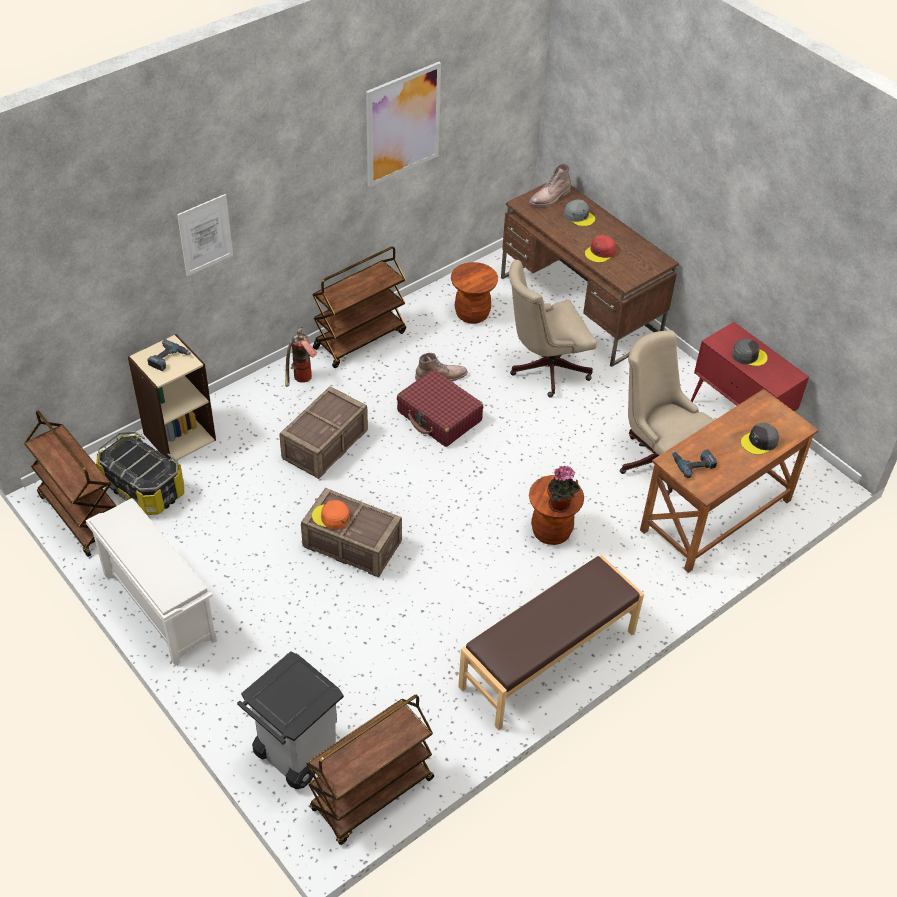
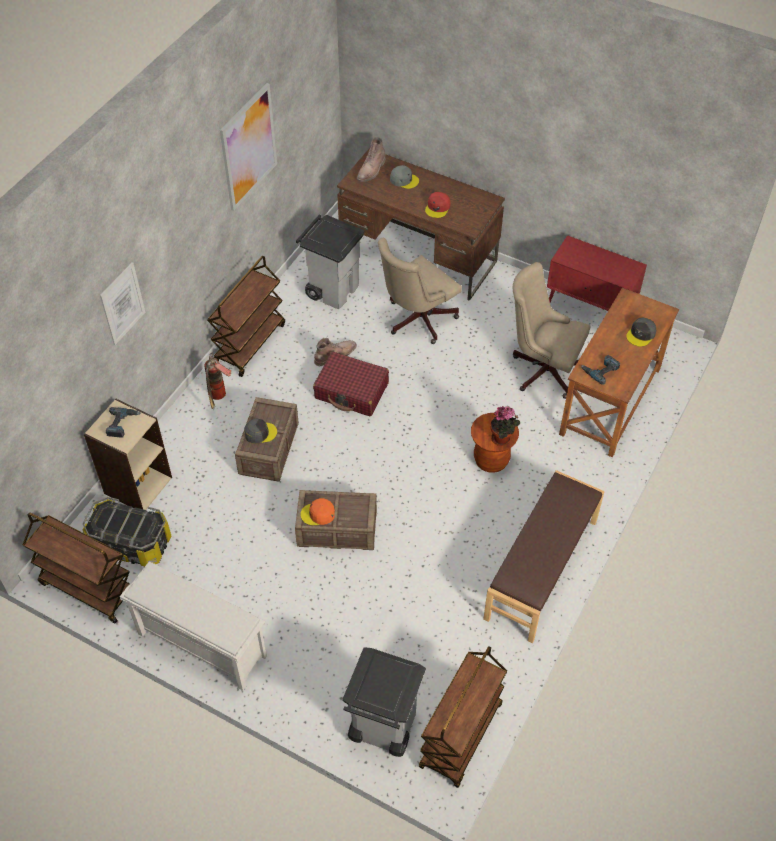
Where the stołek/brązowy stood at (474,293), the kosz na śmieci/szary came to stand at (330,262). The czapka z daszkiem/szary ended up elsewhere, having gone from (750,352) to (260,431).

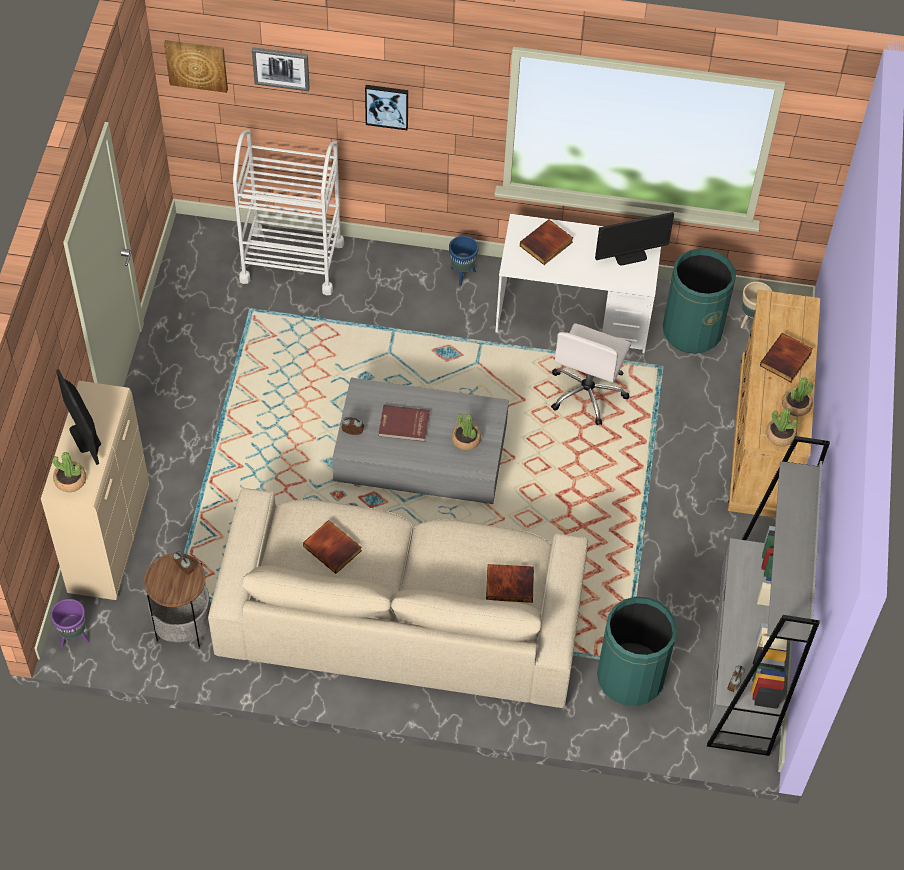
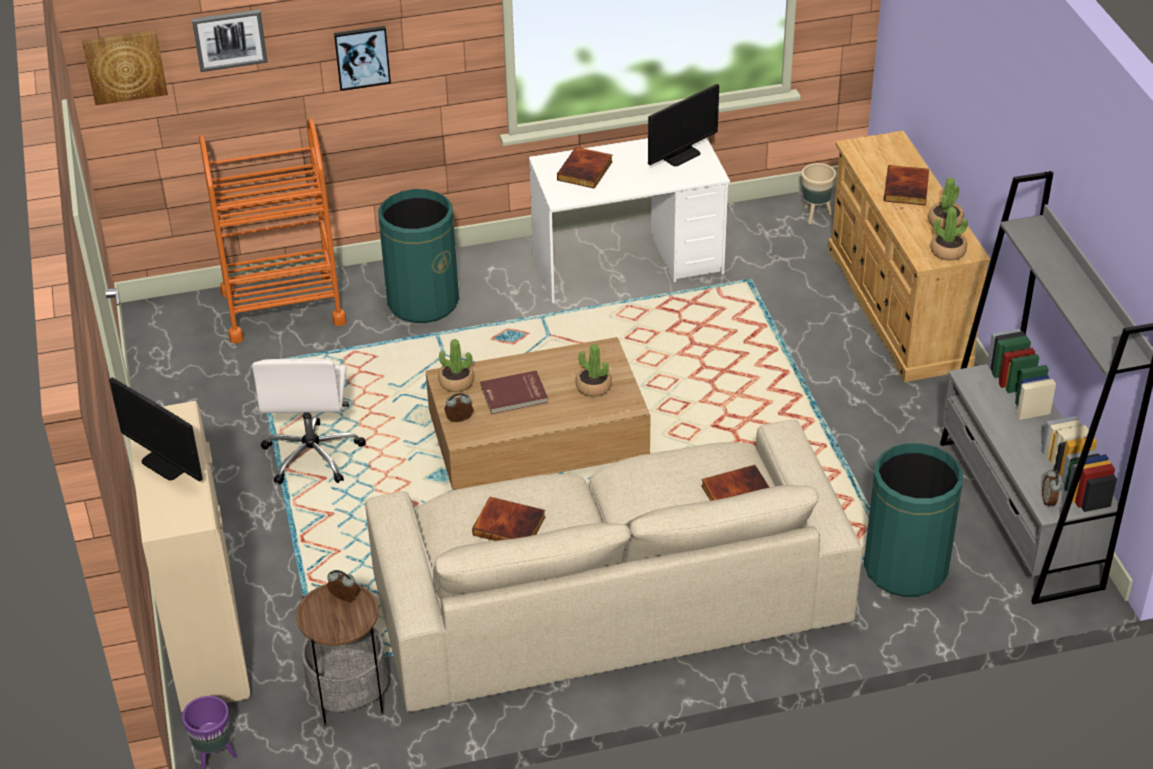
The roślina doniczkowa ended up elsewhere, having gone from (69,472) to (456,365). What was the wózek/biały at (288,212) turned into the wózek/pomarańczowy at (273,230). What was the ława/szary at (420,441) turned into the ława/brązowy at (538,413). The second view lost the donica/niebieski at (464,261). The krzesło biurowe/biały ended up elsewhere, having gone from (591,374) to (309,421). The kosz na śmieci/zielony ended up elsewhere, having gone from (699,301) to (418,256).

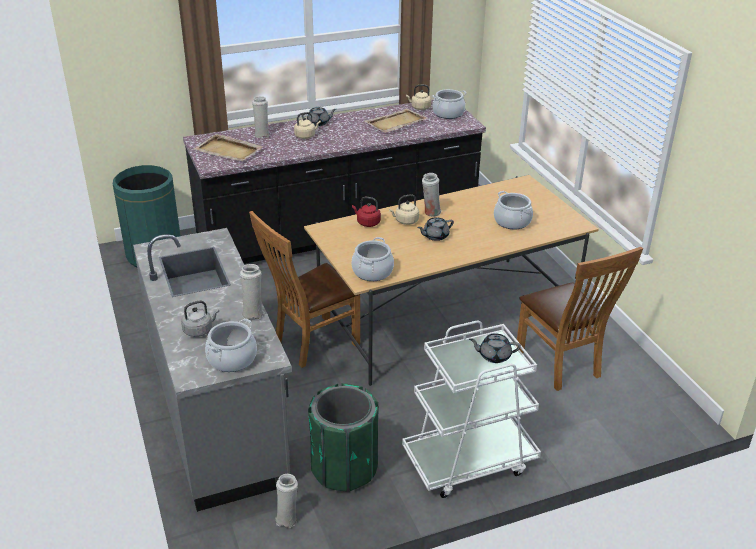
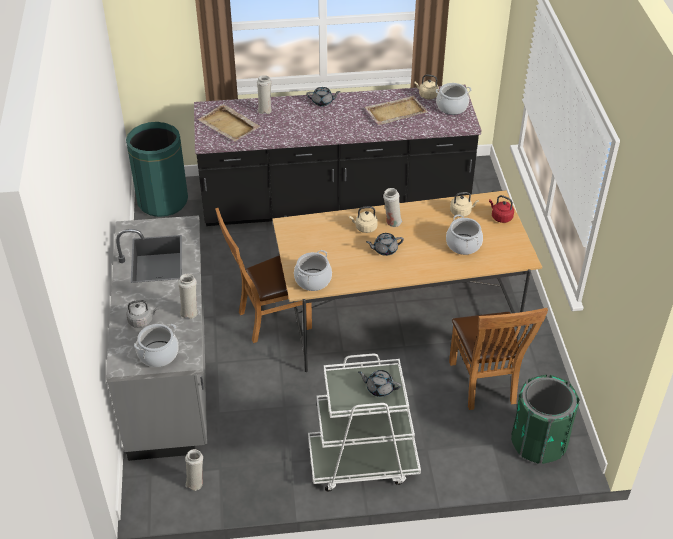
The czajnik/beżowy ended up elsewhere, having gone from (307,125) to (464,204). The kosz na śmieci/zielony ended up elsewhere, having gone from (343,437) to (545,419). The czajnik/czerwony ended up elsewhere, having gone from (366,212) to (501,209).

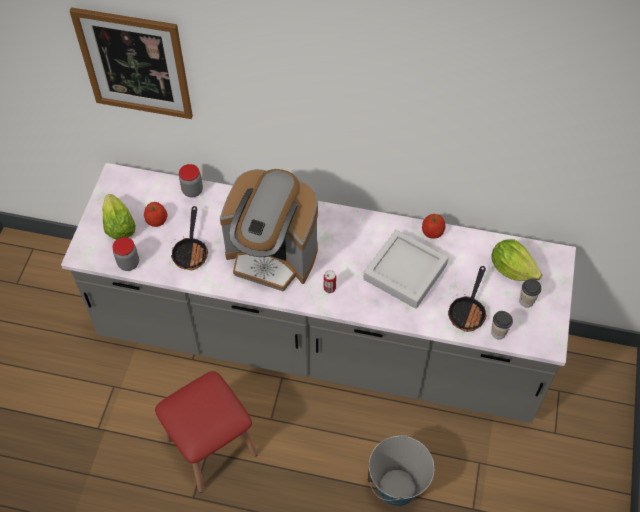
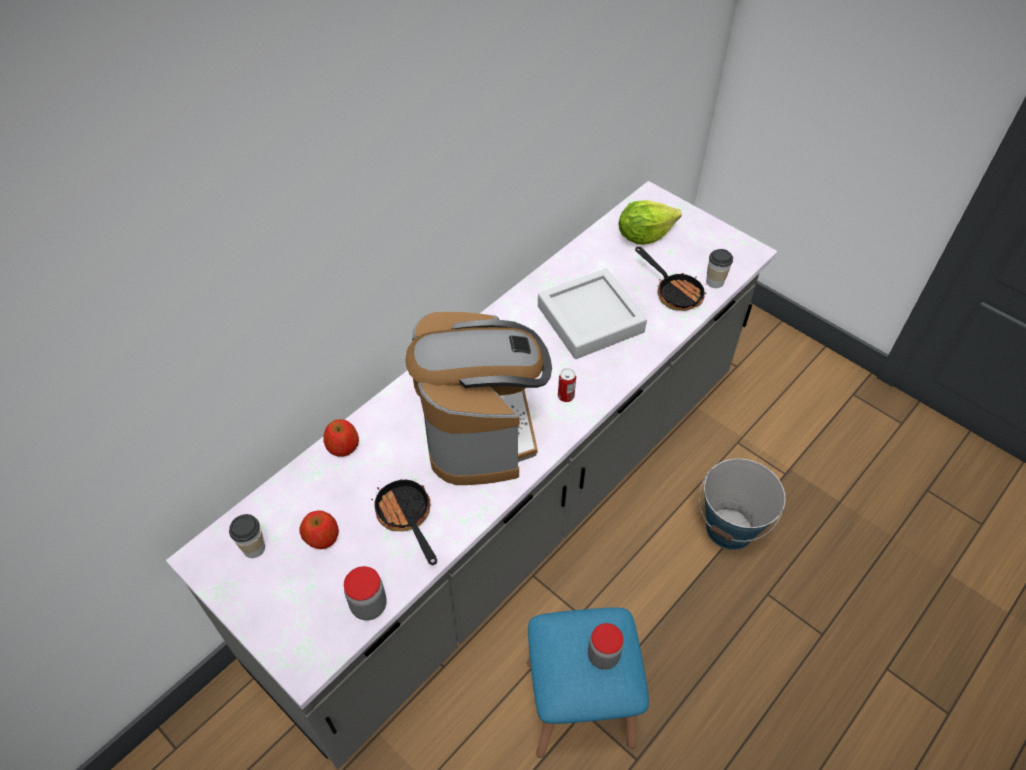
The second view lost the obraz at (131,63). The second view lost the sałata at (119,217). What was the stołek/czerwony at (206,432) turned into the stołek/niebieski at (588,682). The patelnia at (189,238) ended up facing another way, 150 degrees counterclockwise from before. The słoik ended up elsewhere, having gone from (191,180) to (605,646). The ekspres do kawy at (269,230) ended up facing another way, 60 degrees counterclockwise from before. The jabłko ended up elsewhere, having gone from (433,226) to (341,438). The filiżanka ended up elsewhere, having gone from (530,293) to (247,536).

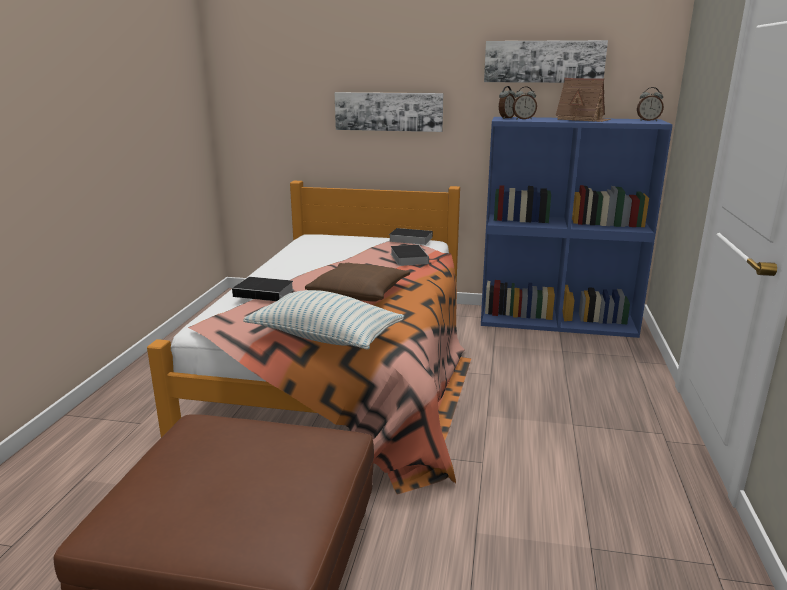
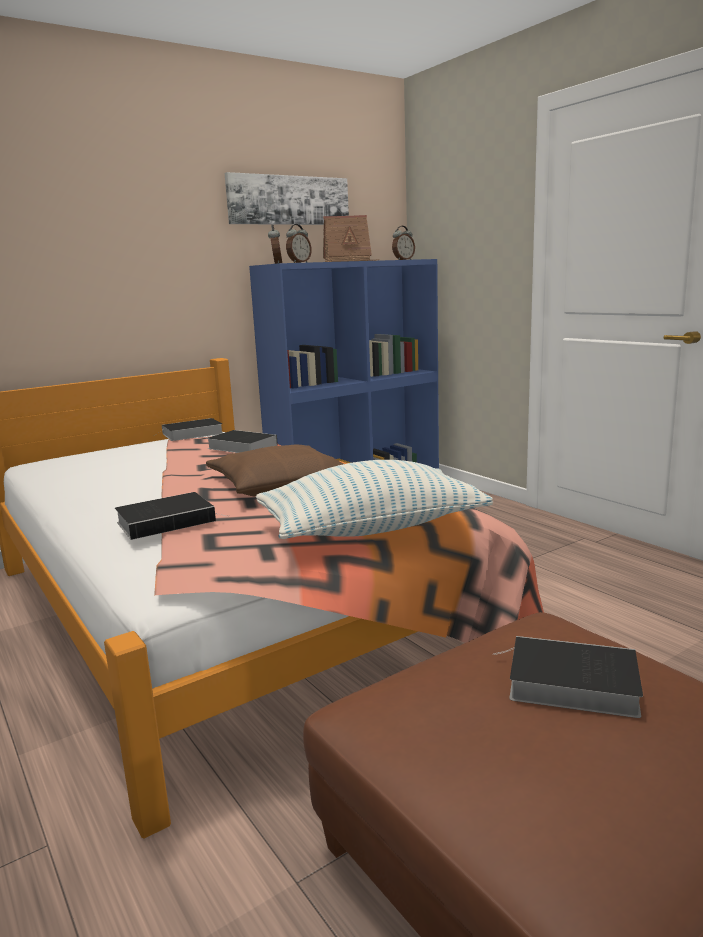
The second view lost the obraz at (389,112). The second view gained the książka at (568,677).

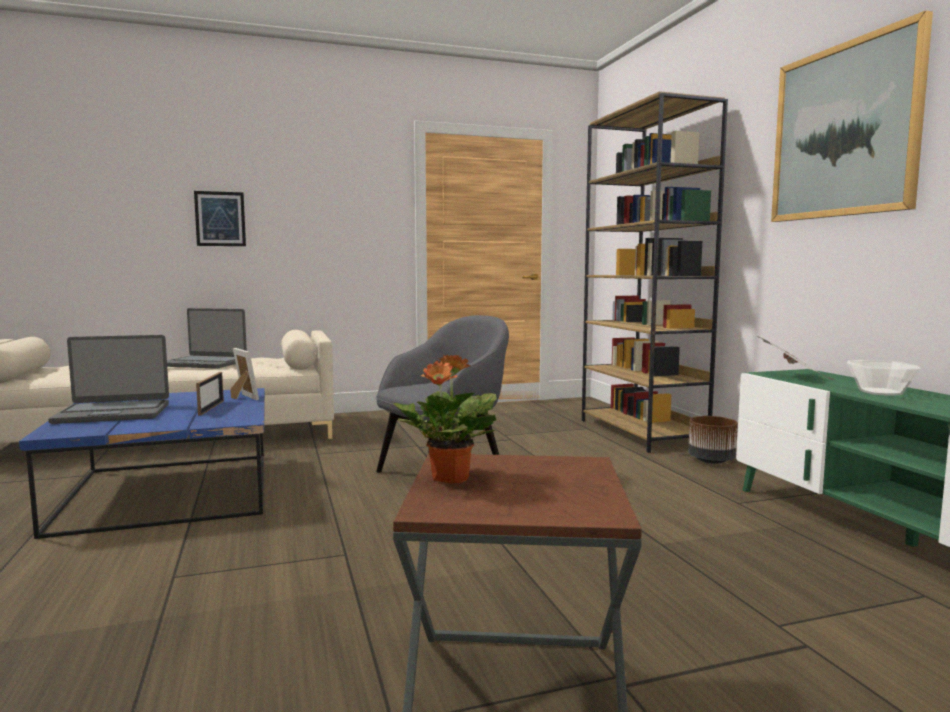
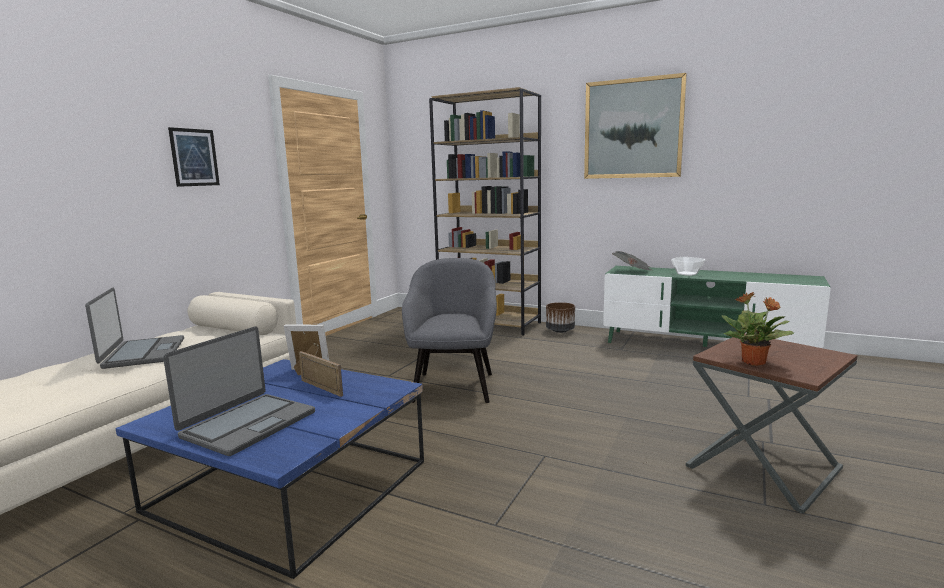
The laptop at (207,338) ended up facing another way, 75 degrees counterclockwise from before. The obraz ended up elsewhere, having gone from (220,218) to (194,157).

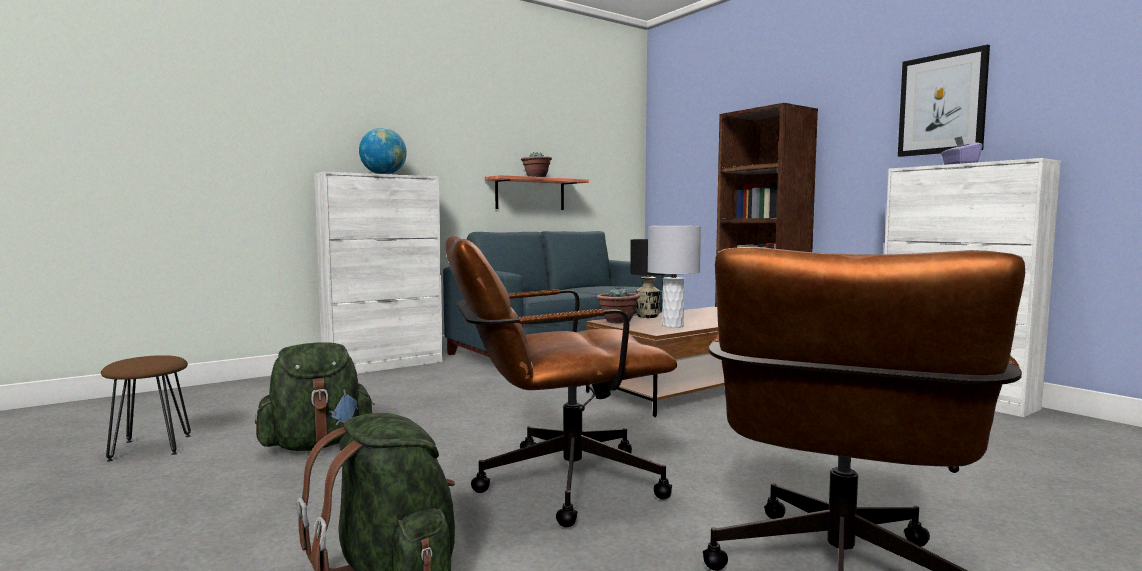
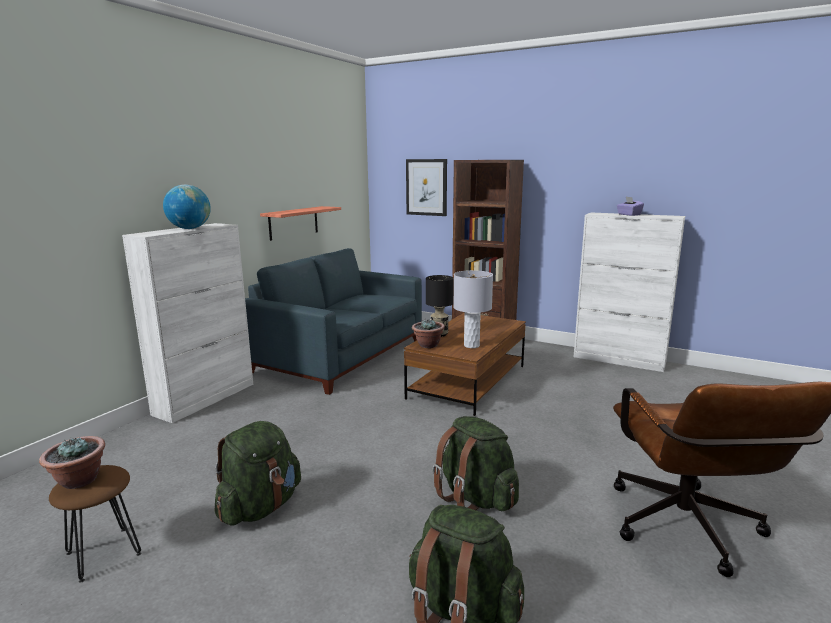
Where the krzesło biurowe/brązowy stood at (561,381), the plecak/zielony came to stand at (476,463). The roślina doniczkowa ended up elsewhere, having gone from (536,164) to (72,462). The obraz ended up elsewhere, having gone from (944,101) to (426,187).

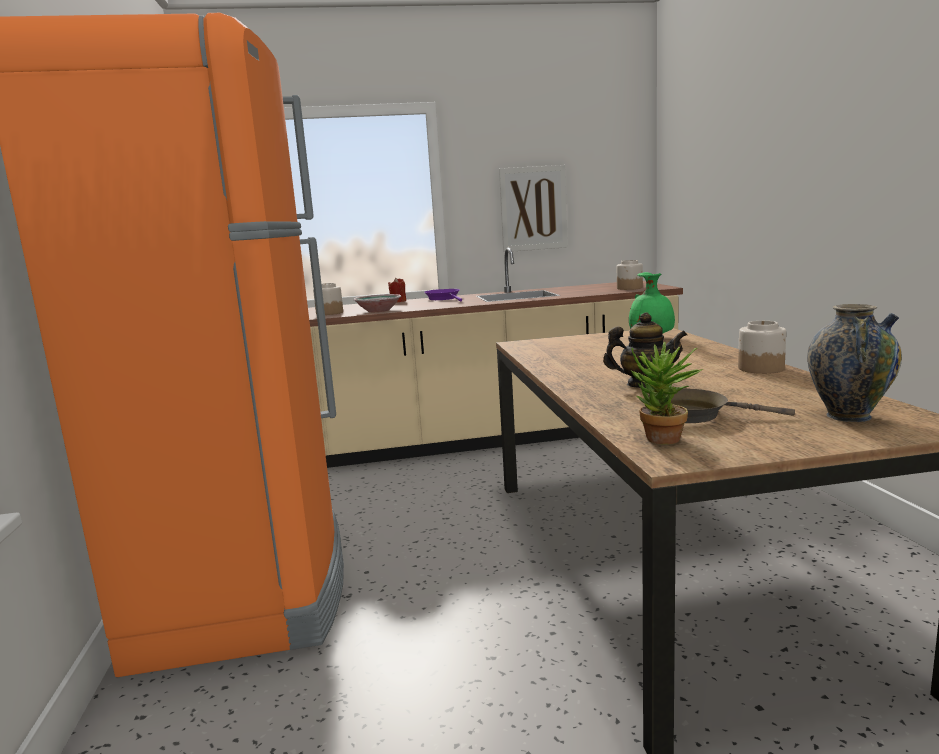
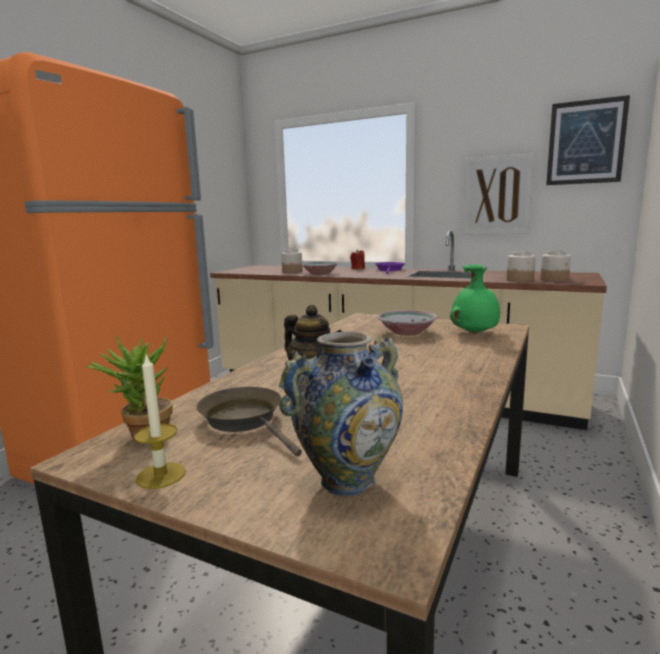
The słoik ended up elsewhere, having gone from (762,347) to (521,266). The second view gained the świeca at (160,421). The second view gained the miska at (407,323). The second view gained the obraz at (588,140).

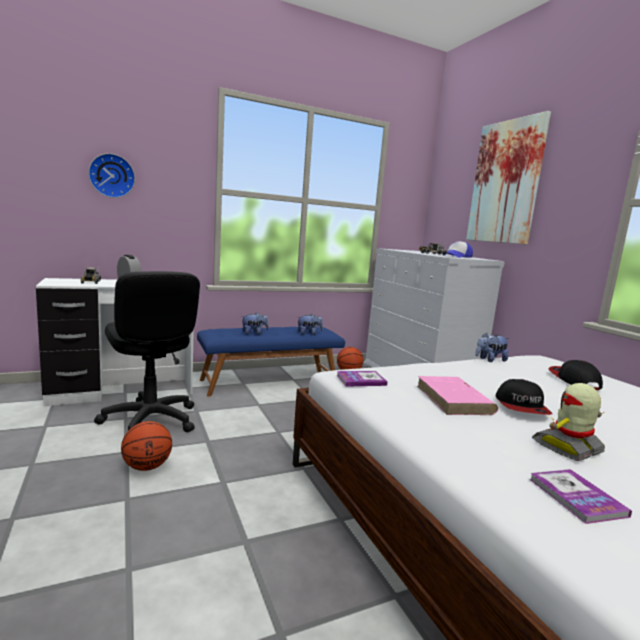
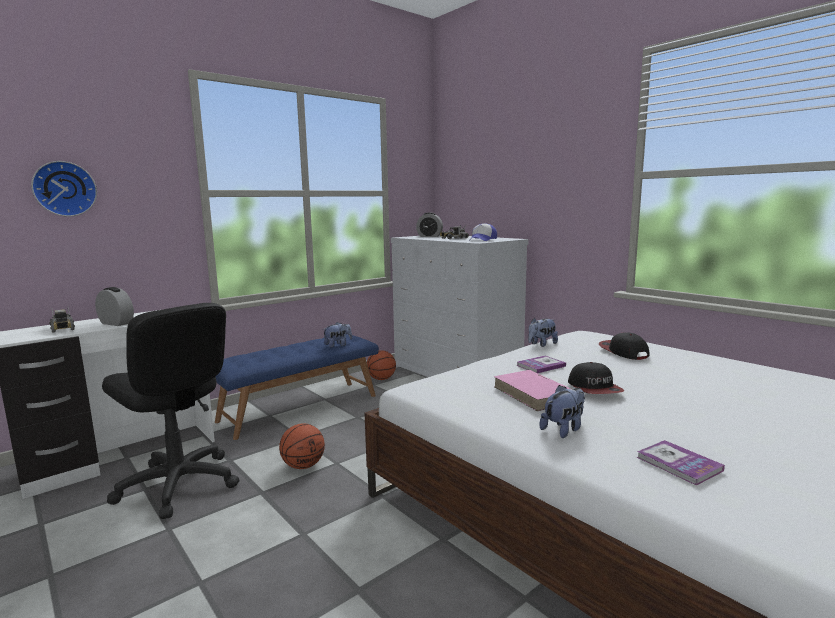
The piłka do koszykówki ended up elsewhere, having gone from (146,446) to (302,446). The pluszak ended up elsewhere, having gone from (255,323) to (562,411). The książka ended up elsewhere, having gone from (362,379) to (541,364). The second view lost the obraz at (508,178). The second view lost the robot zabawkowy at (568,422). The second view gained the budzik at (429,224).

